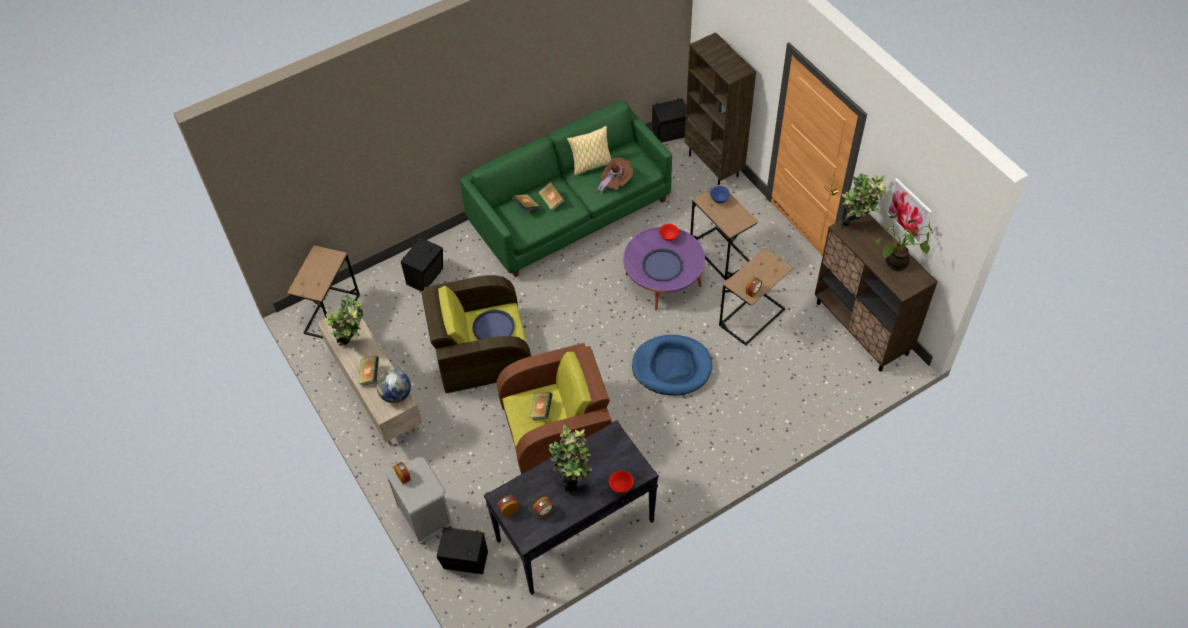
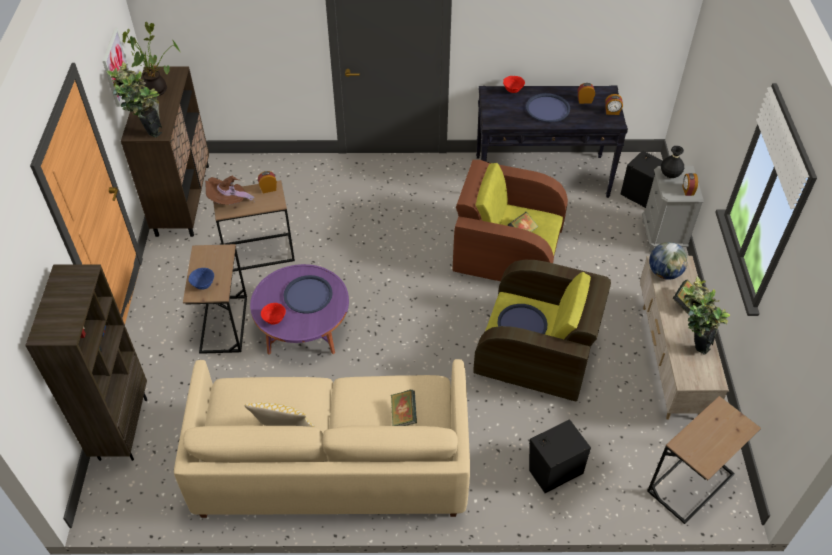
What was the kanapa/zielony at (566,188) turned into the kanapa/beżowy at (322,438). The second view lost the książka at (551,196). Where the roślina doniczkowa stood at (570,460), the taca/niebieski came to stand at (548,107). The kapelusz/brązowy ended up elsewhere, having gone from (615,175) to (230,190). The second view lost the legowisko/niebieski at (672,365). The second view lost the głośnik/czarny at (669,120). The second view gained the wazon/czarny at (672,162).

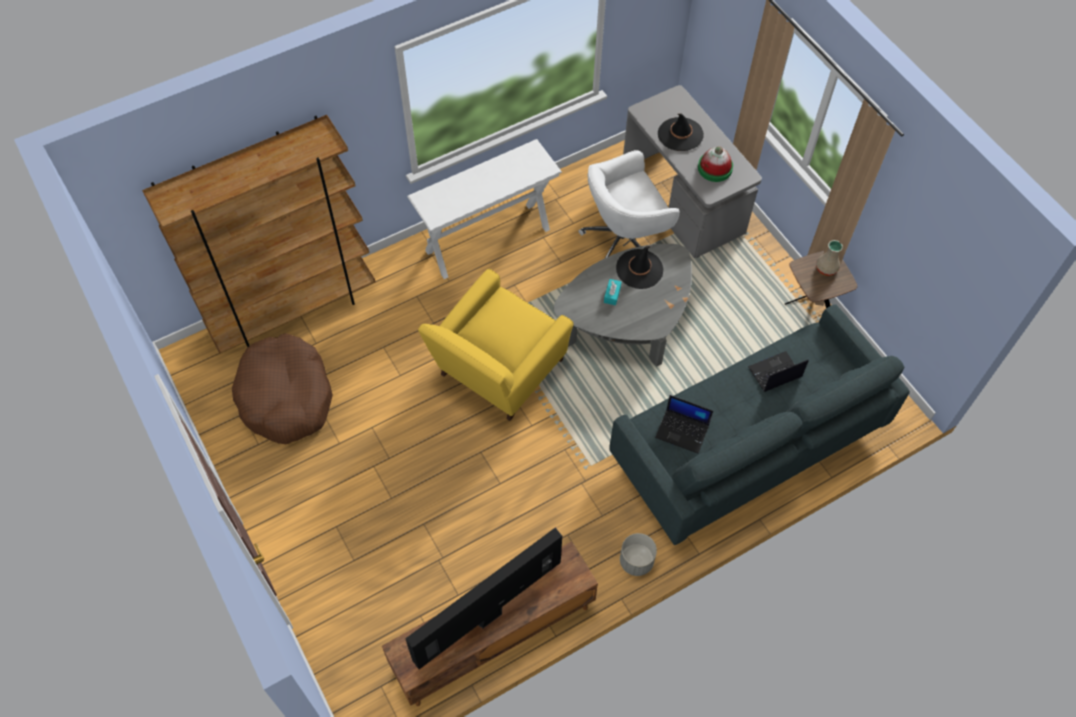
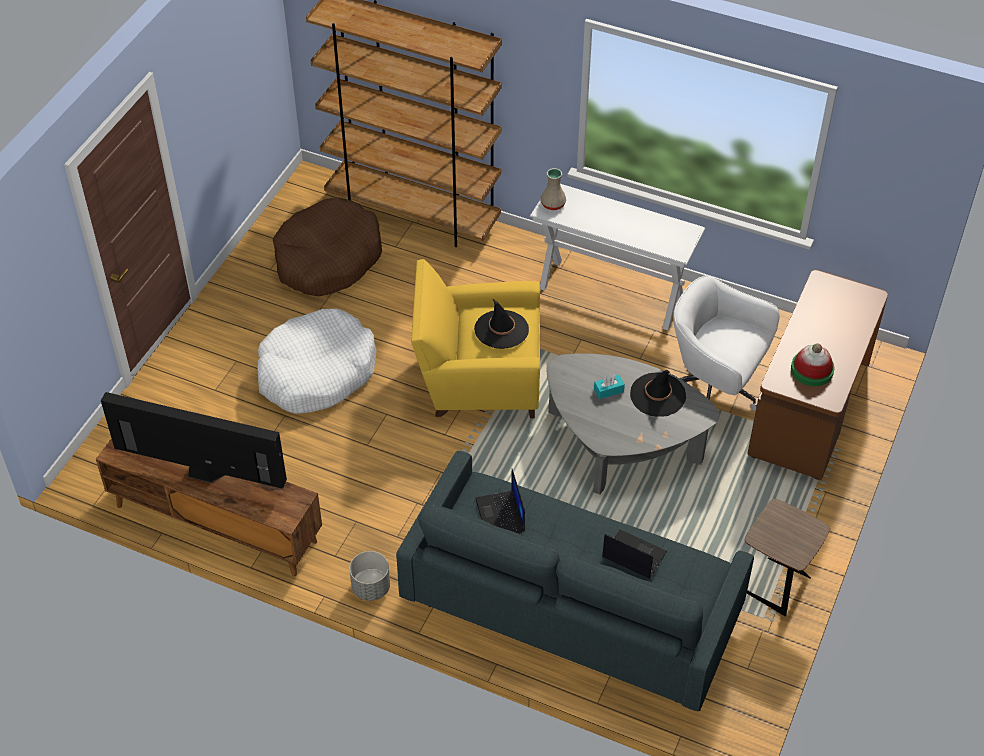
What was the biurko/szary at (692,171) turned into the biurko/brązowy at (817,375). The kapelusz/czarny ended up elsewhere, having gone from (681,132) to (501,323). The wazon/beżowy ended up elsewhere, having gone from (829,258) to (553,189). The second view gained the legowisko/biały at (317,361).

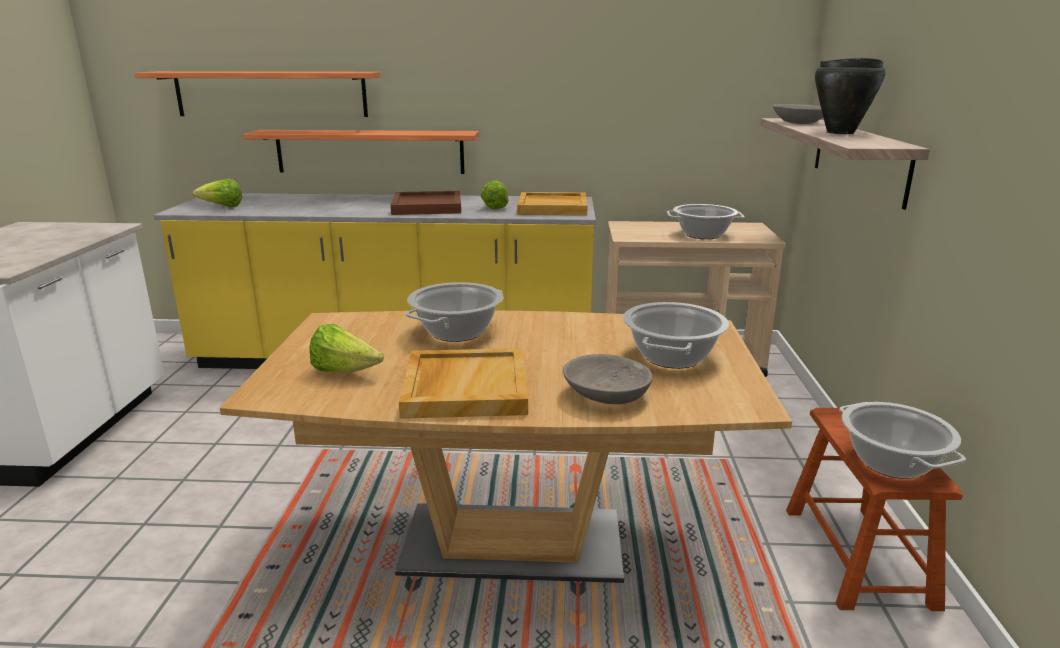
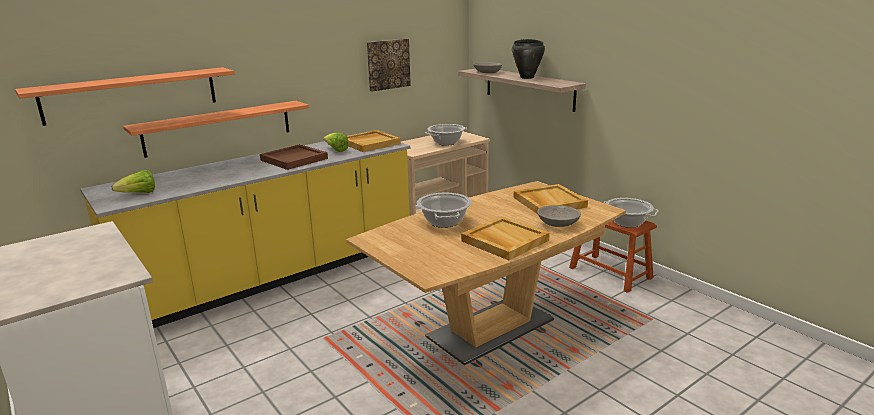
The second view lost the sałata at (346,348). Where the garnek stood at (676,335), the taca/beżowy came to stand at (551,199). The second view gained the obraz at (389,65).

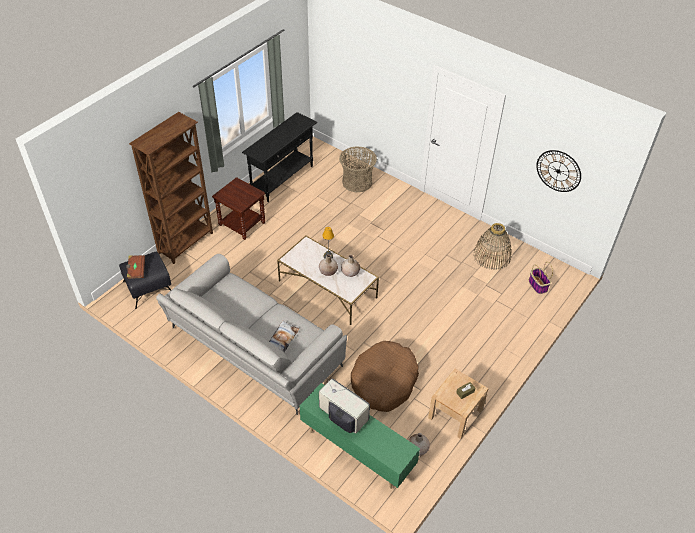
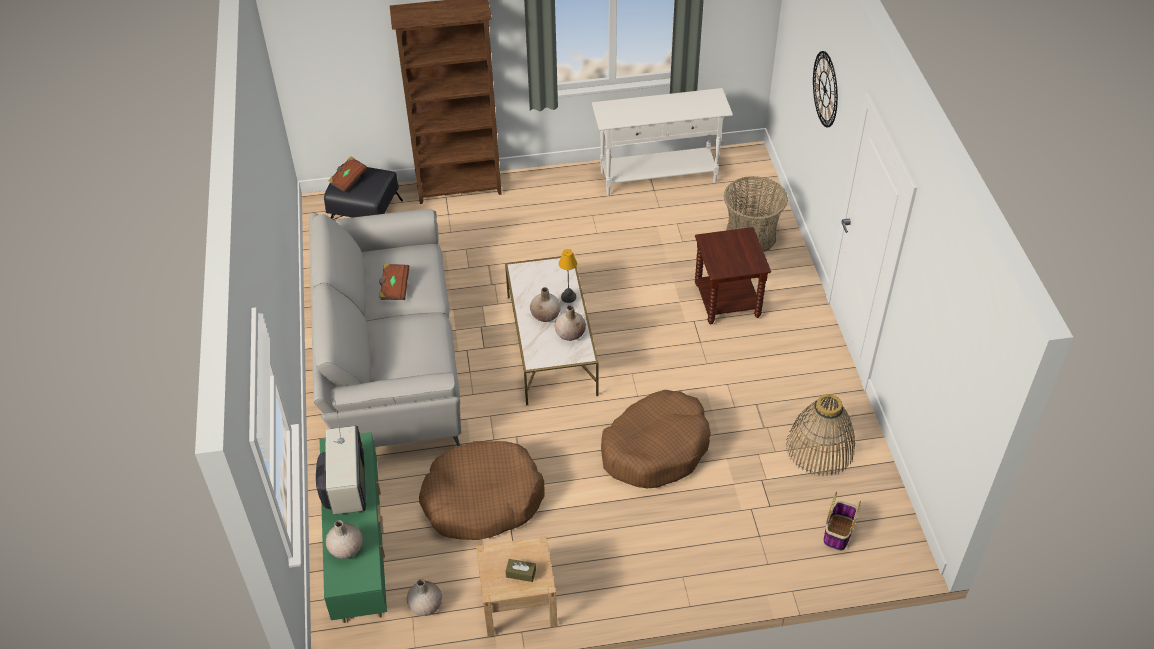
The stolik/brązowy ended up elsewhere, having gone from (238,208) to (733,275). What was the stolik konsolowy/czarny at (279,157) turned into the stolik konsolowy/biały at (662,141). The second view lost the poduszka at (284,336). The zegar ścienny ended up elsewhere, having gone from (558,171) to (825,89). The second view gained the wazon/beżowy at (344,539). The second view gained the książka/brązowy at (394,281). The second view gained the legowisko/brązowy at (656,439).

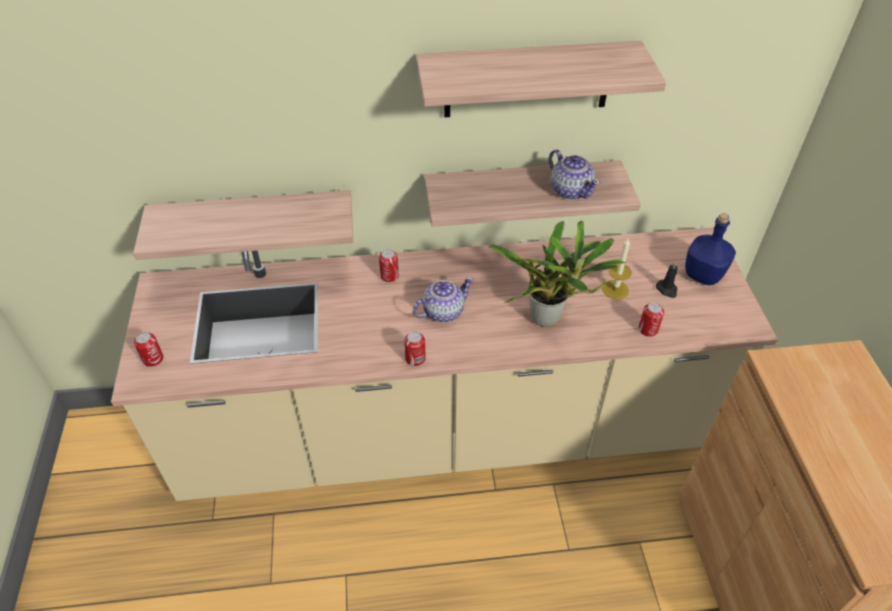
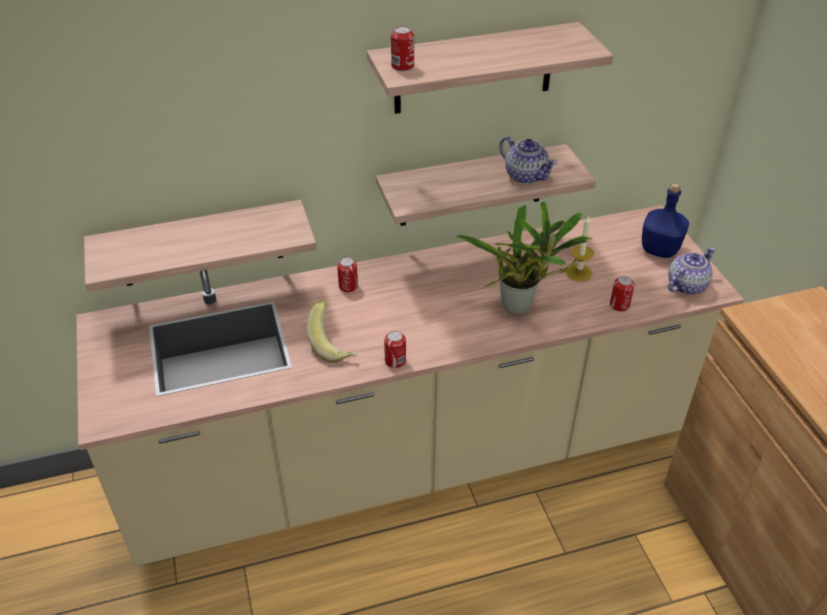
The puszka ended up elsewhere, having gone from (149,349) to (402,48). The imbryk ended up elsewhere, having gone from (443,299) to (691,271). The second view lost the świeca/czarny at (667,279). The second view gained the banan at (331,332).

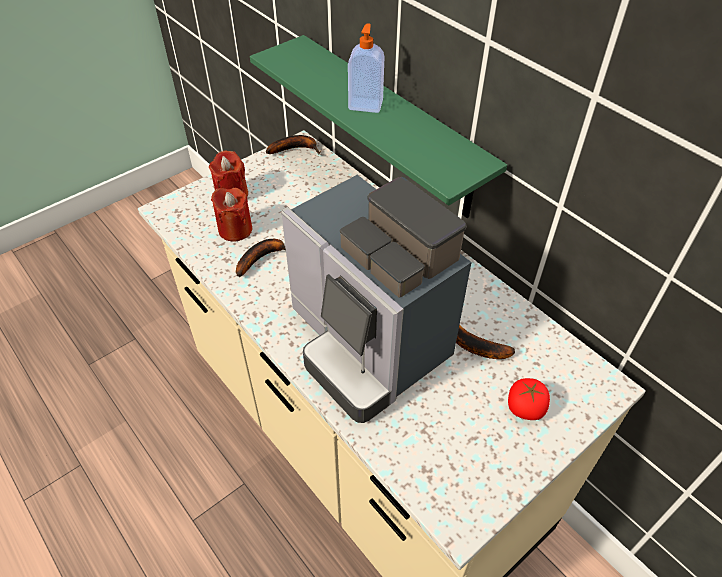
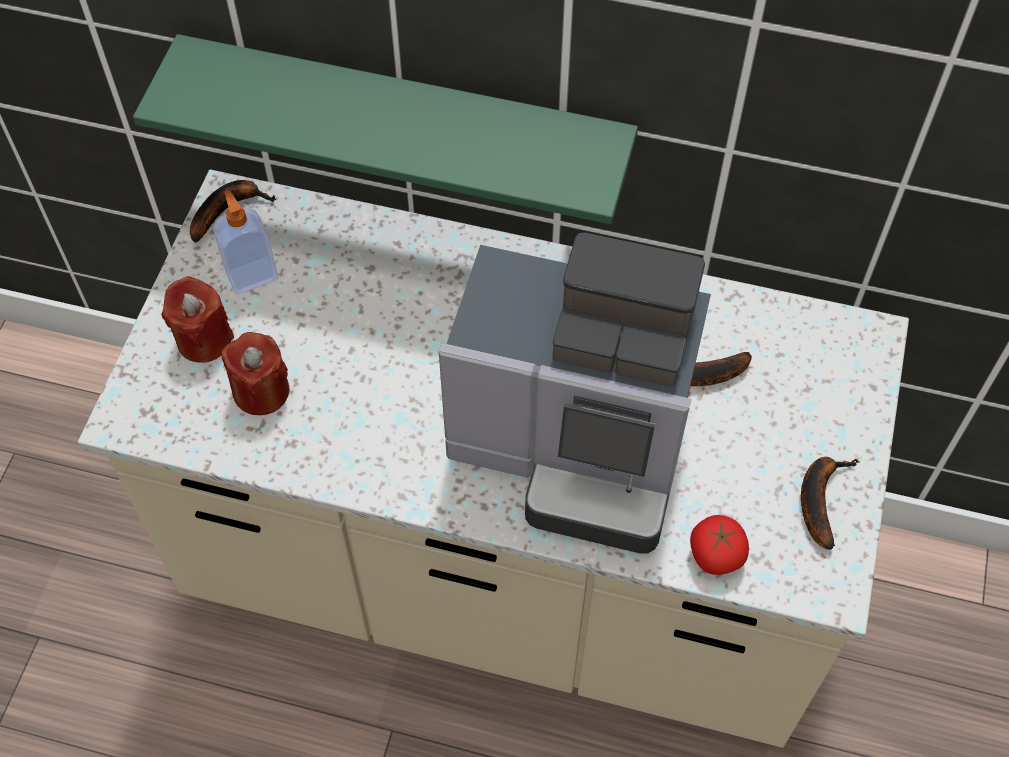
The banan ended up elsewhere, having gone from (261,258) to (830,503). The dozownik mydła ended up elsewhere, having gone from (366,68) to (245,242). The pomidor ended up elsewhere, having gone from (529,399) to (719,545).

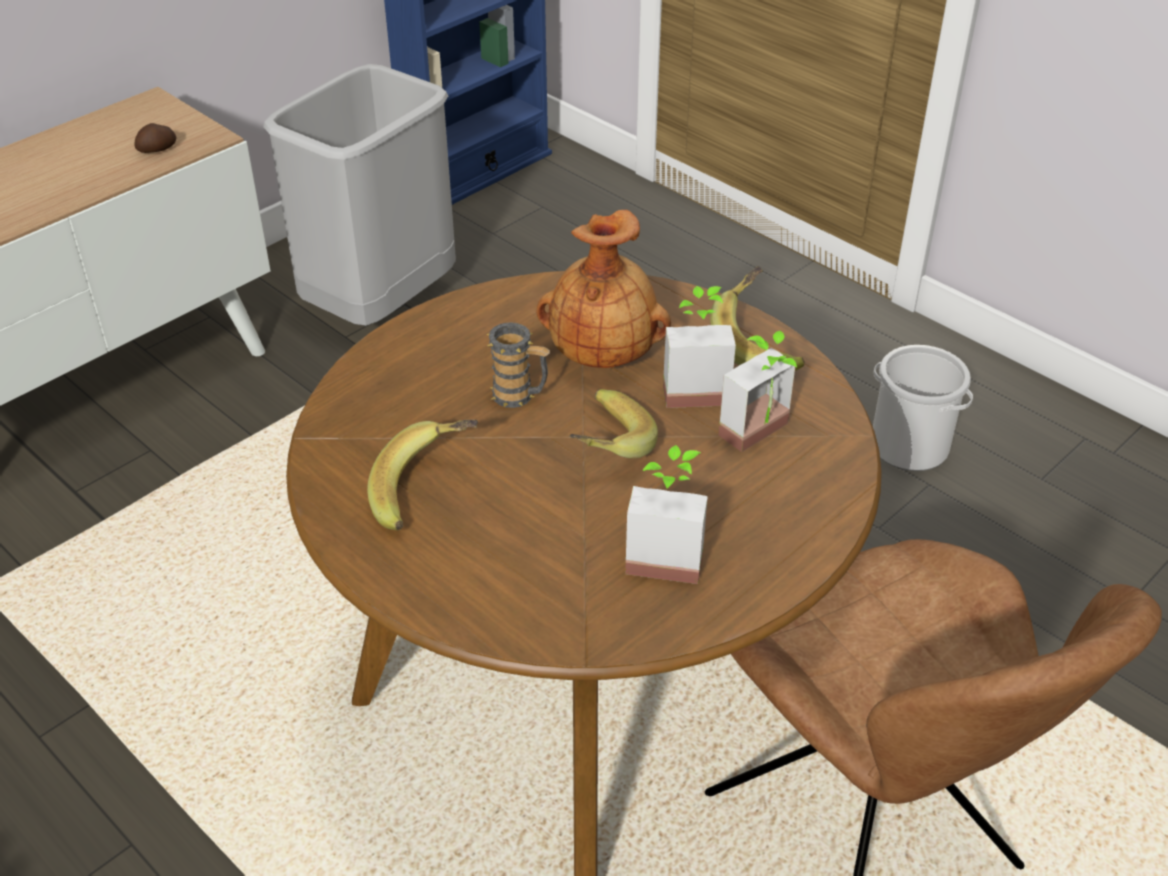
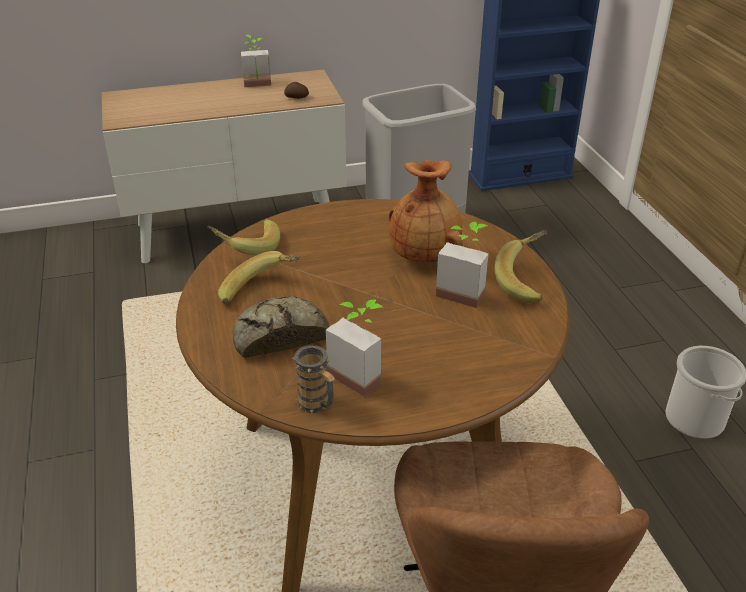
The kubek ended up elsewhere, having gone from (518,365) to (313,379). The banan ended up elsewhere, having gone from (613,424) to (243,237). The roślina doniczkowa ended up elsewhere, having gone from (758,391) to (256,61). The second view gained the chleb at (281,327).

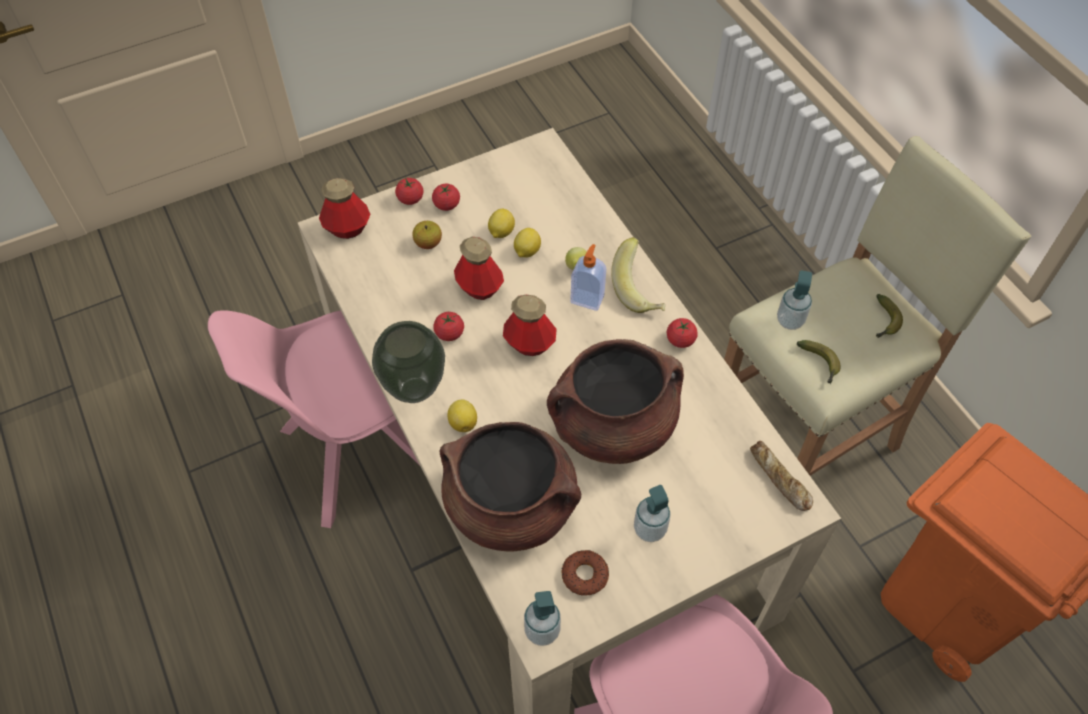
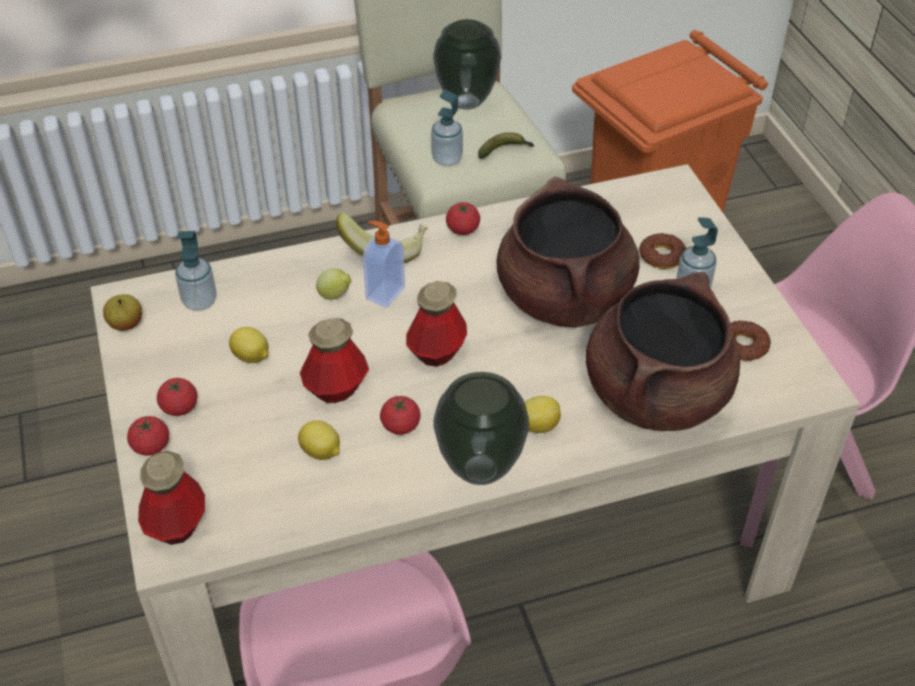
The jabłko ended up elsewhere, having gone from (427,235) to (122,312). The cytryna ended up elsewhere, having gone from (527,243) to (319,440). The dozownik mydła ended up elsewhere, having gone from (542,618) to (196,271). The second view lost the chleb at (781,476). Where the banan stood at (889,316), the wazon came to stand at (467,64). The second view gained the donut at (662,251).

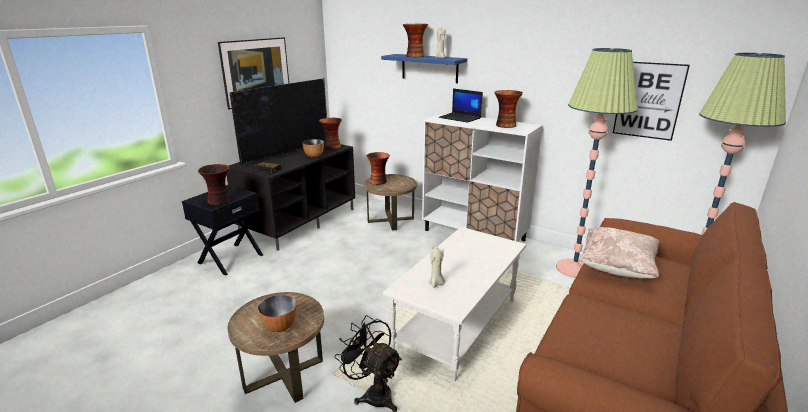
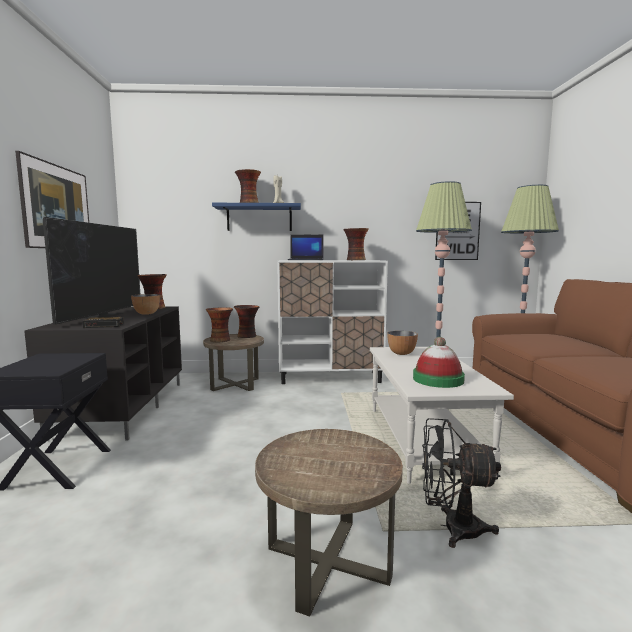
The wazon ended up elsewhere, having gone from (214,184) to (247,321). The miska ended up elsewhere, having gone from (277,313) to (402,343). Where the świeca/beżowy stood at (437,267), the kapelusz came to stand at (439,362). The second view lost the poduszka/beżowy at (619,253).

